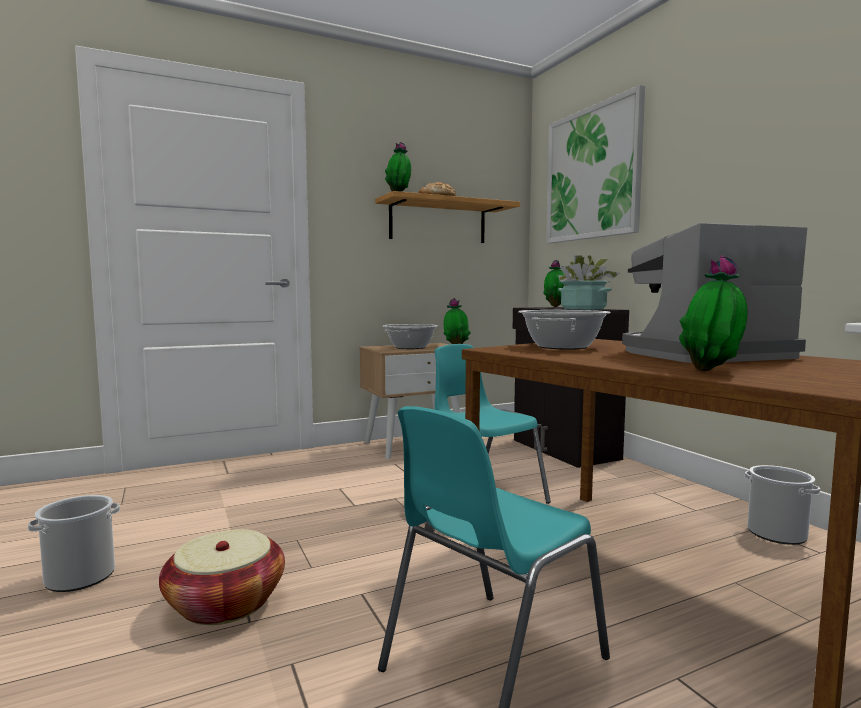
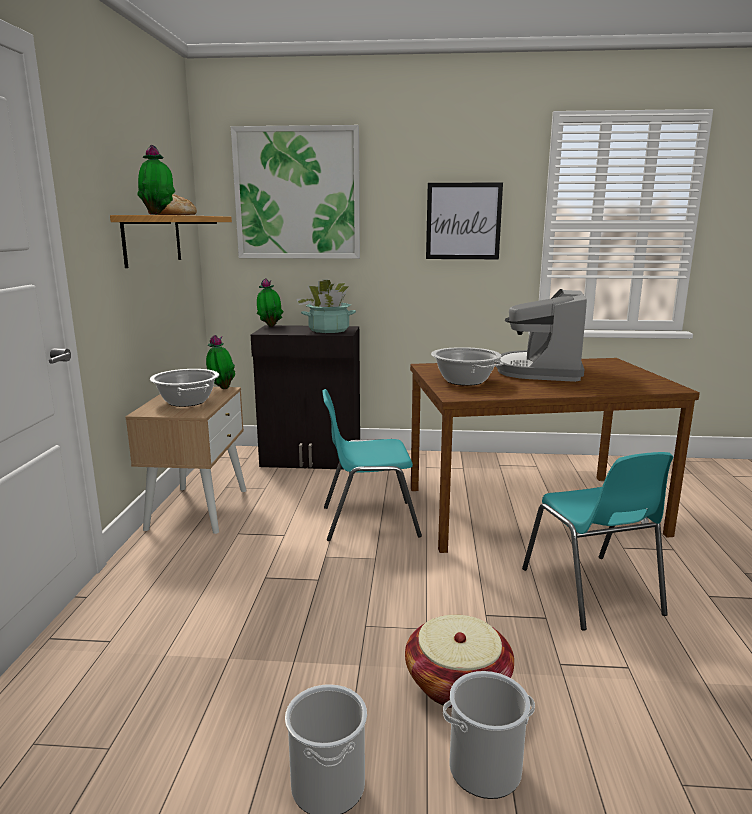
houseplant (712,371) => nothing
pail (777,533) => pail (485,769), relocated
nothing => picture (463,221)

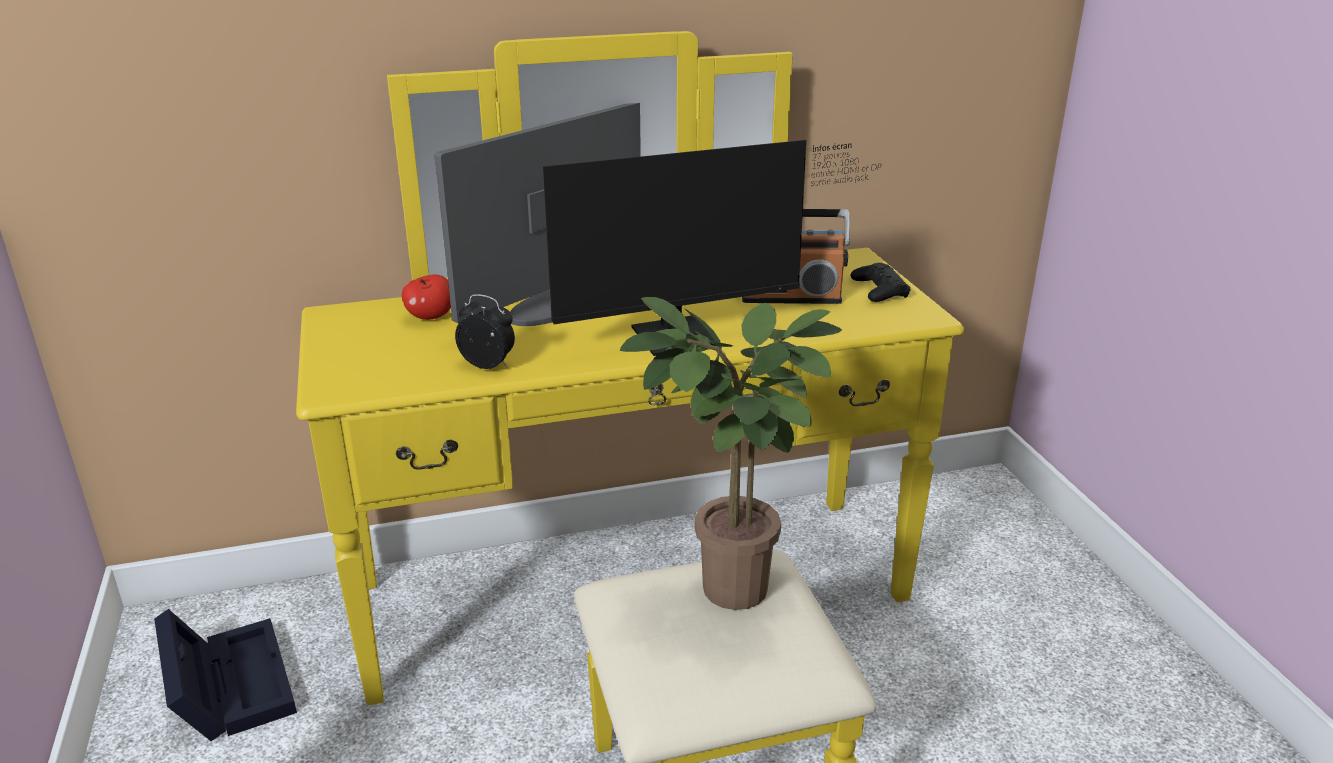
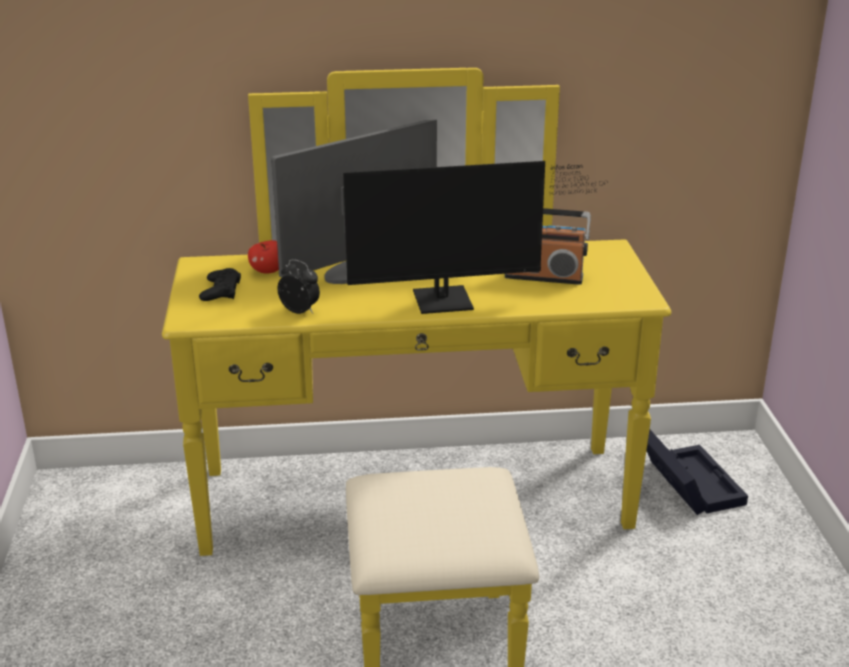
blackish storage box (228,684) => blackish storage box (687,483), relocated
houseplant (731,596) => nothing
blackish gamepad (879,290) => blackish gamepad (221,291), relocated

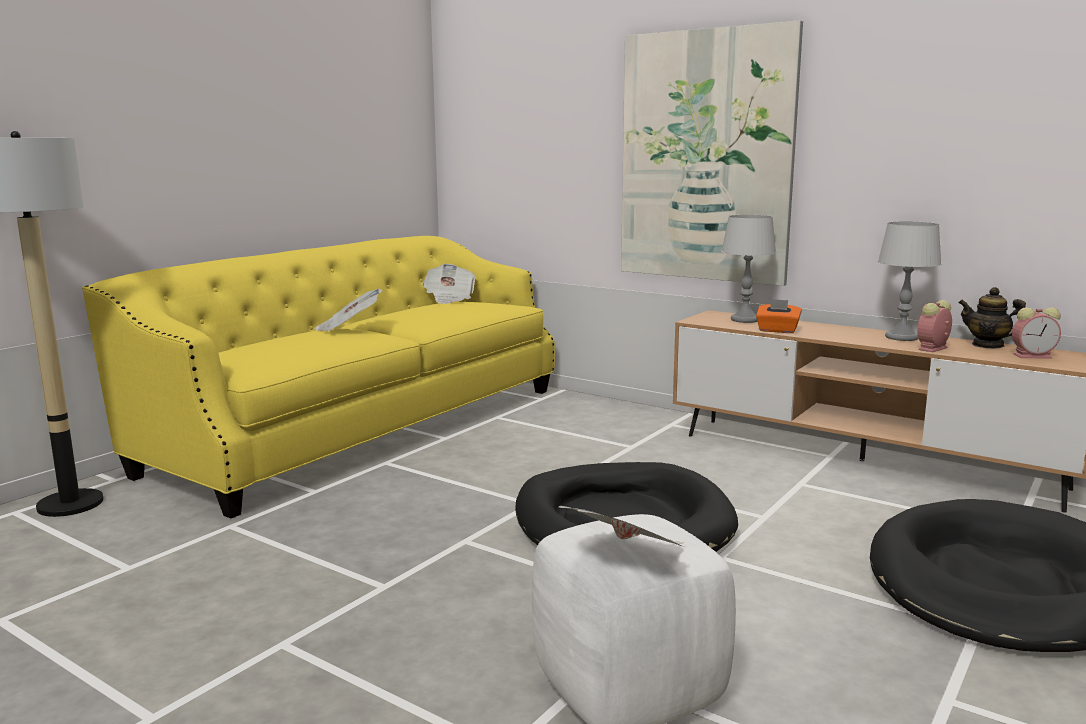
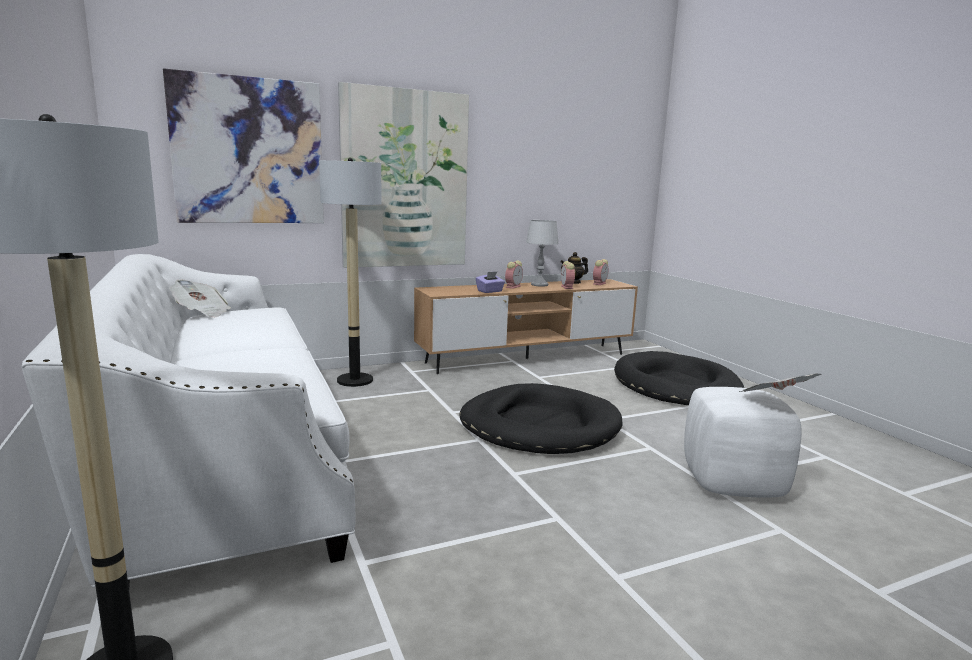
yellowish sofa (363,427) => white-coloured sofa (220,453)
printed paper (349,328) => nothing
grey table lamp (745,320) => nothing
orange-coloured tissue holder (777,330) => purple-coloured tissue holder (490,291)
nothing => picture (249,151)
nothing => floor lamp (355,380)
nothing => table clock (513,286)

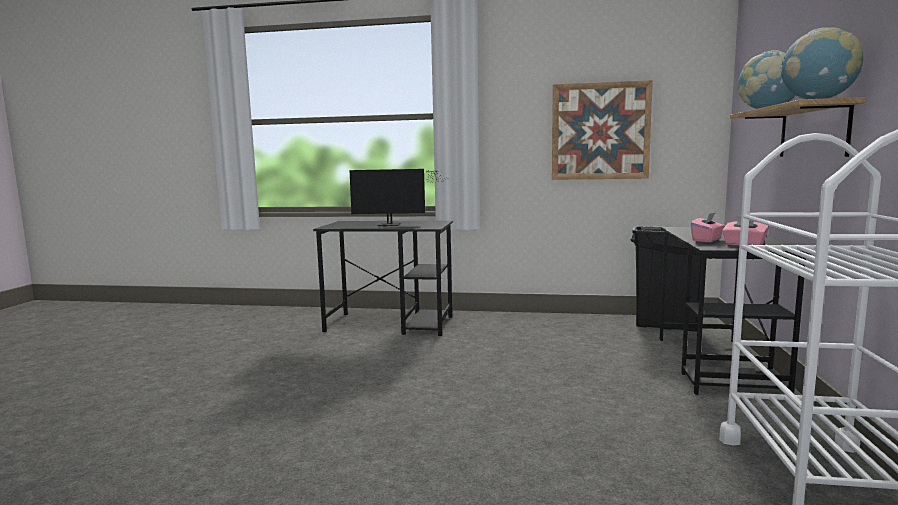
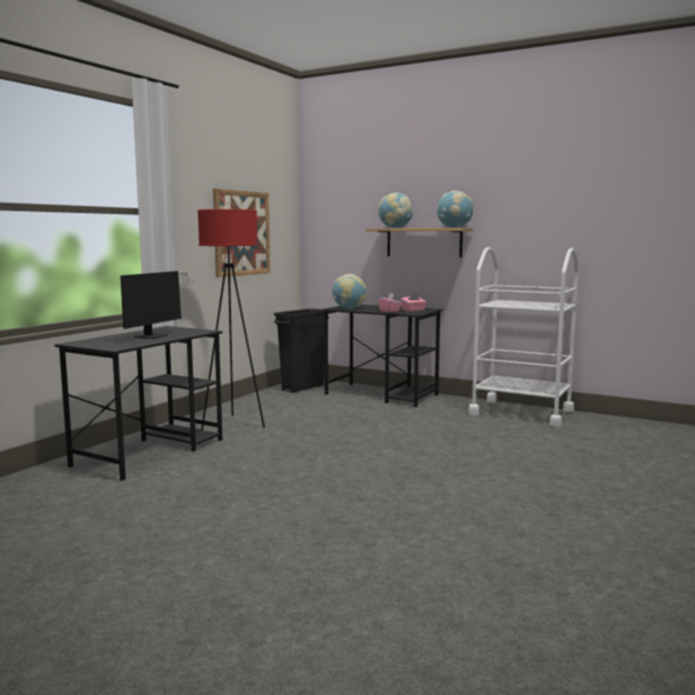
nothing => red-coloured floor lamp (233,424)
nothing => globe (349,308)

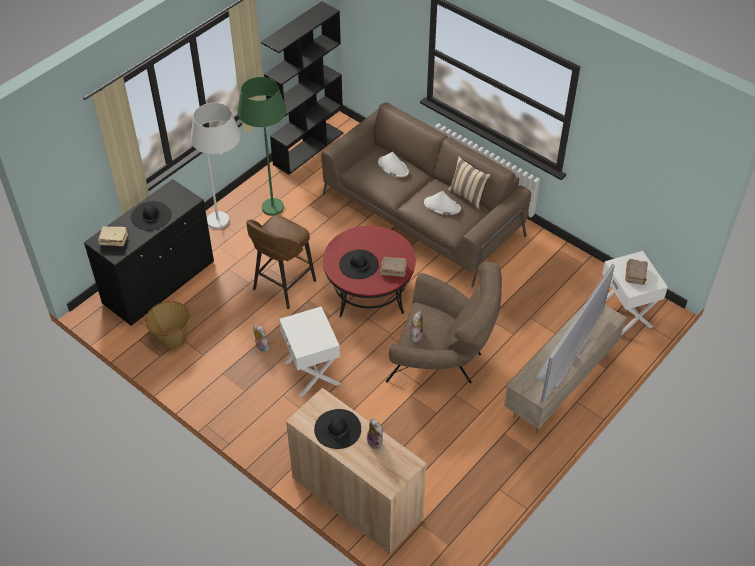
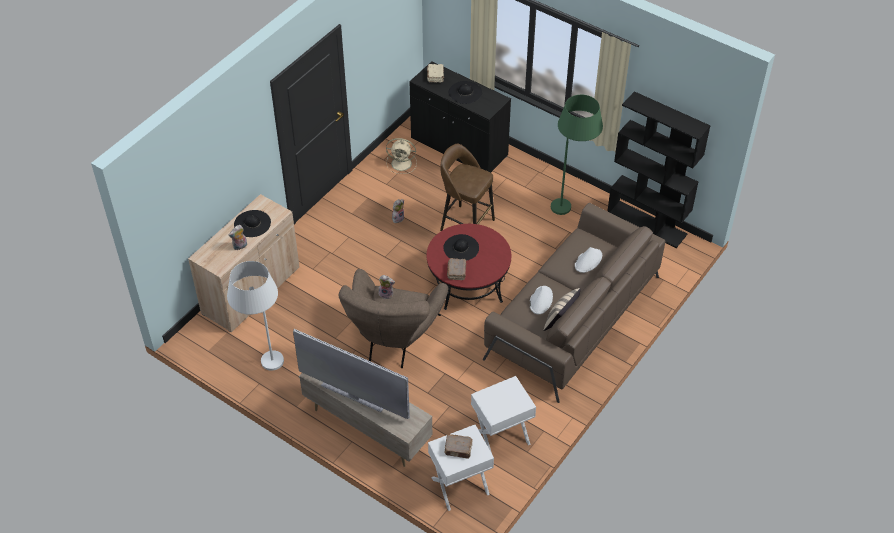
storage basket (172,337) => sand-coloured electric fan (402,163)
white-coloured floor lamp (228,225) => white-coloured floor lamp (266,371), relocated
white-coloured side table (313,373) => white-coloured side table (501,437), relocated

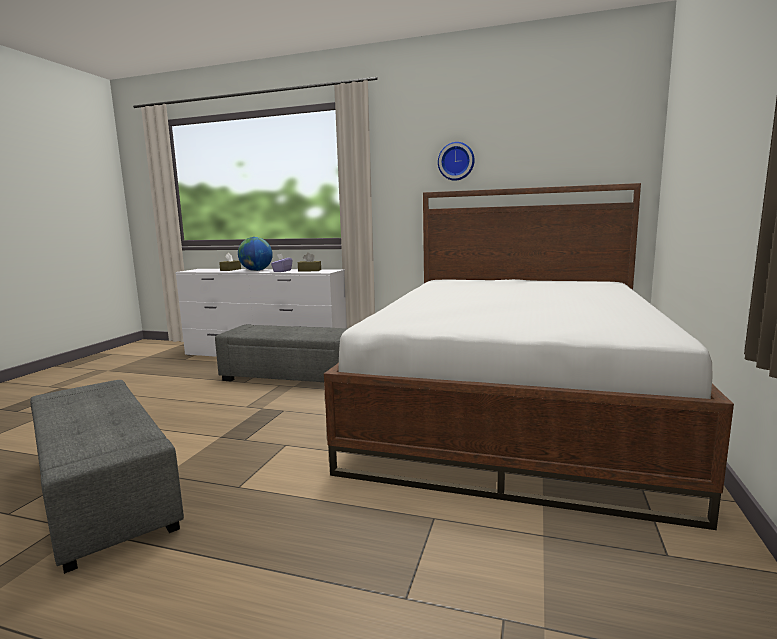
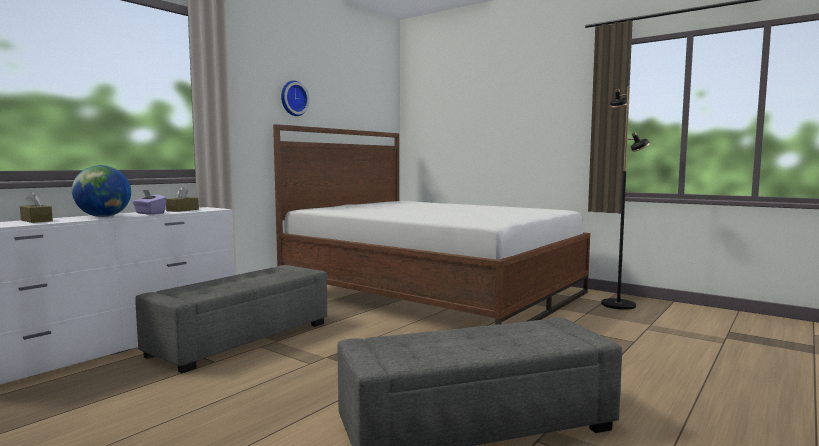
nothing => blackish floor lamp (618,305)

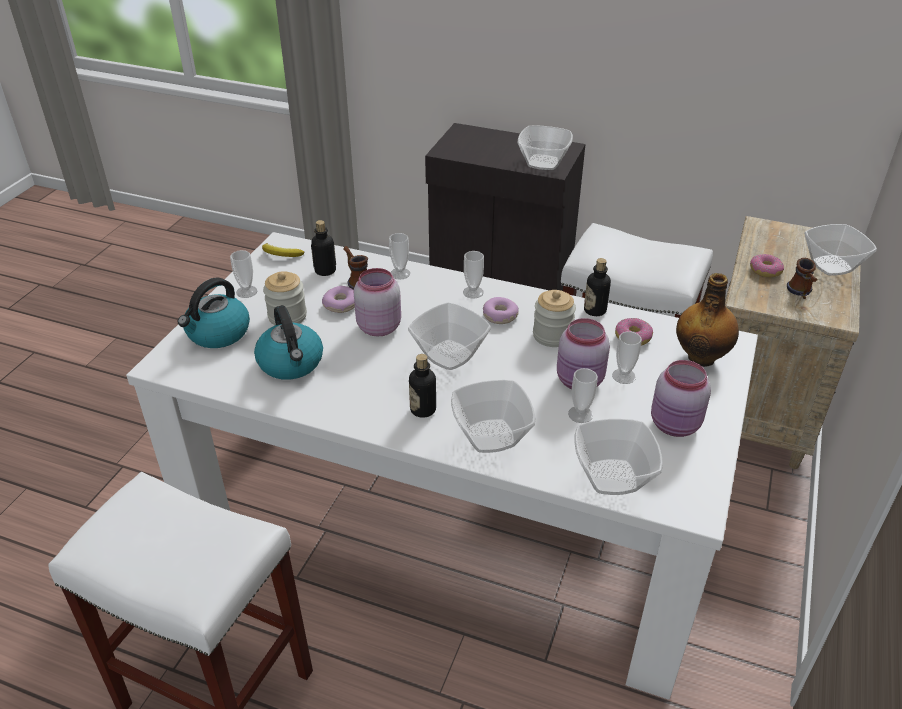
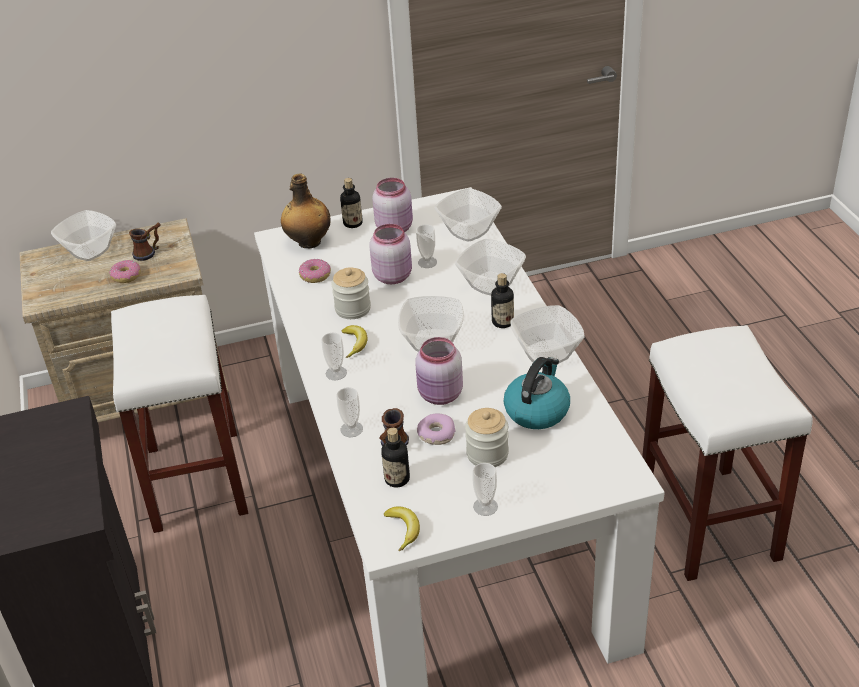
kettle (218,333) => nothing
ring doughnut (500,316) => banana fruit (355,343)
serving bowl (542,162) => serving bowl (546,354), relocated
beverage bottle (595,310) => beverage bottle (353,223), relocated
small cup (623,376) => nothing

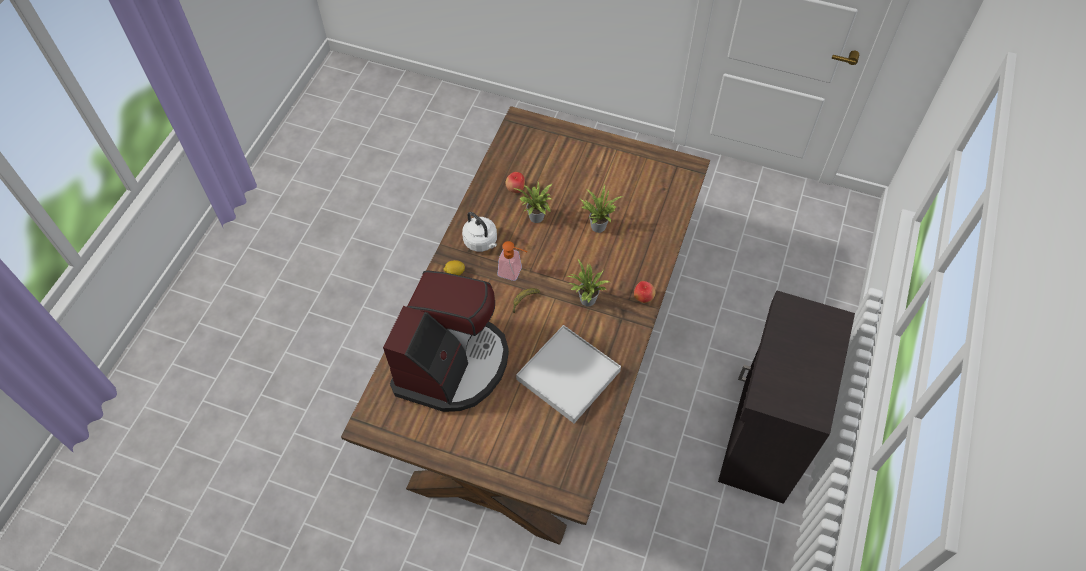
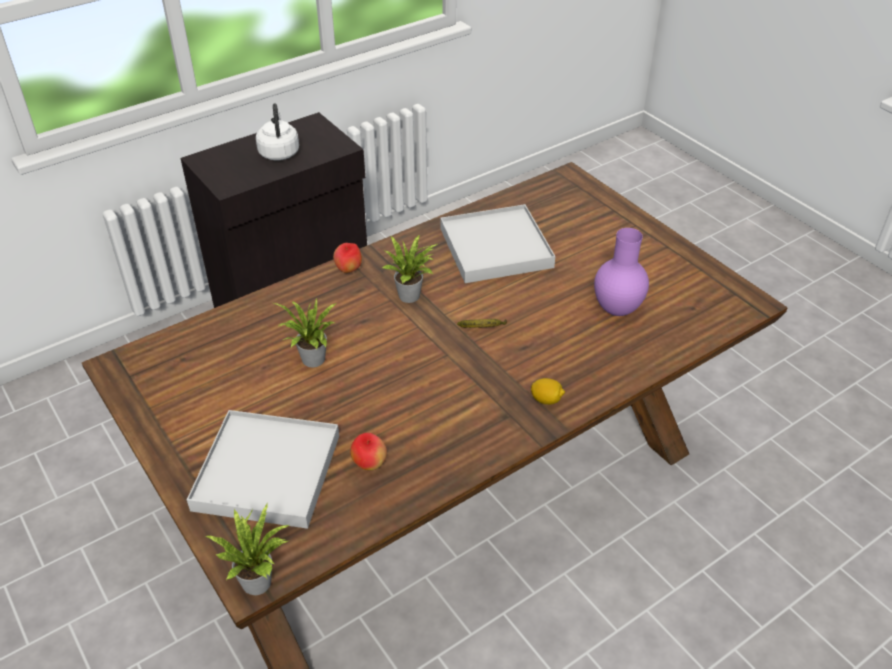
coffee machine (452,364) => purple-coloured decorative vase (617,311)
white-coloured kettle (481,242) => white-coloured kettle (279,152), relocated
liquid soap bottle (514,273) => nothing
houseplant (536,218) => houseplant (259,579), relocated
nothing => white-coloured tray (267,472)

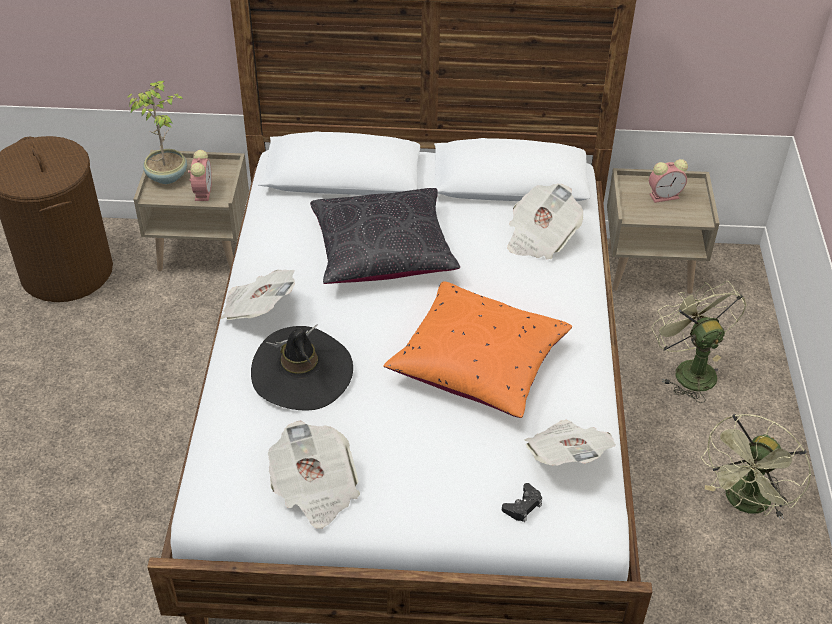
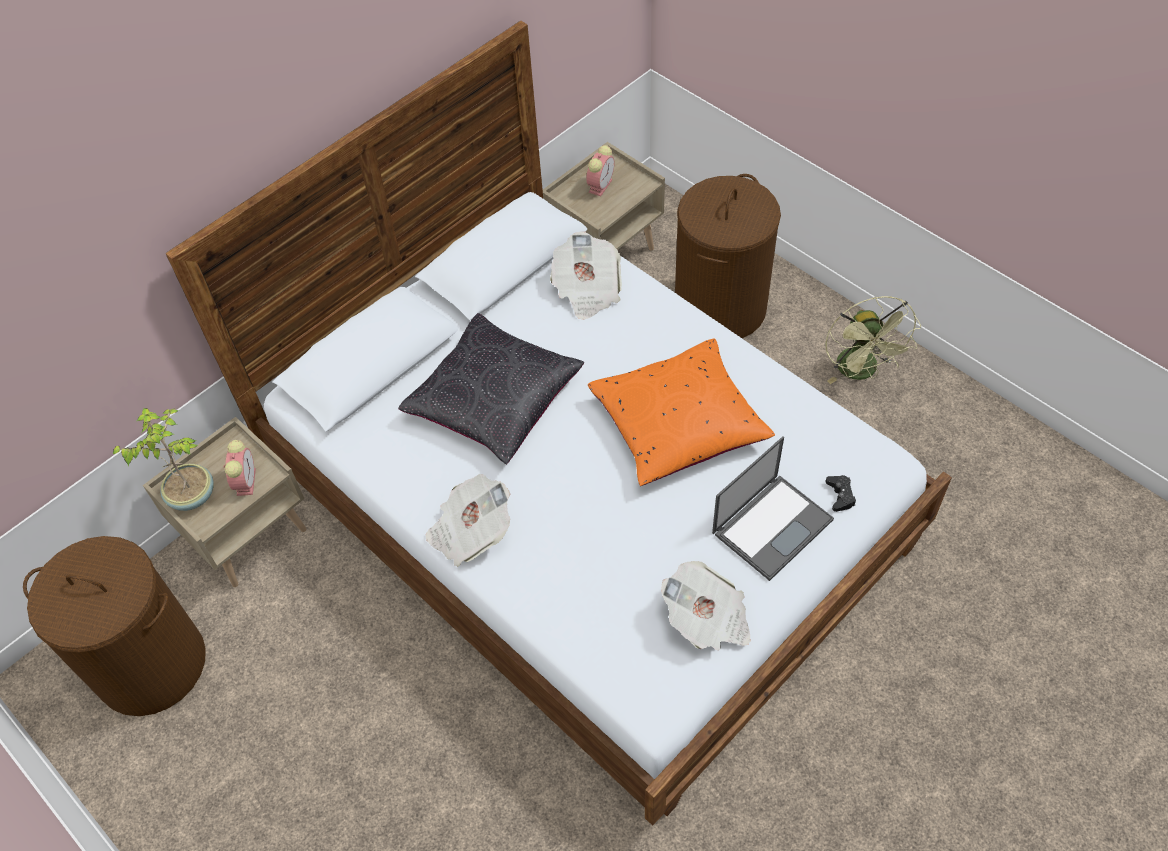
table clock (203,191) => table clock (245,480), 45 degrees clockwise
blackish clothing hat (302,373) => nothing
printed paper (566,457) => nothing
greenish electric fan (689,369) => brown laundry basket (720,308)
nothing => laptop (773,525)

